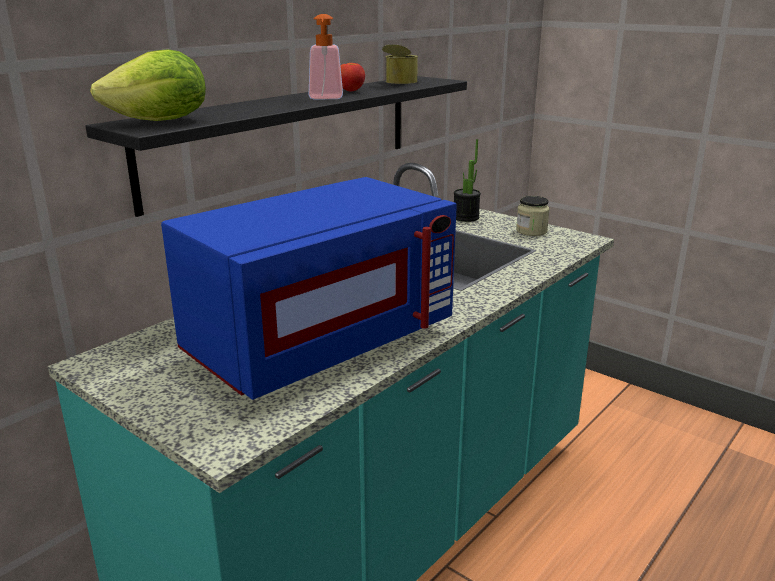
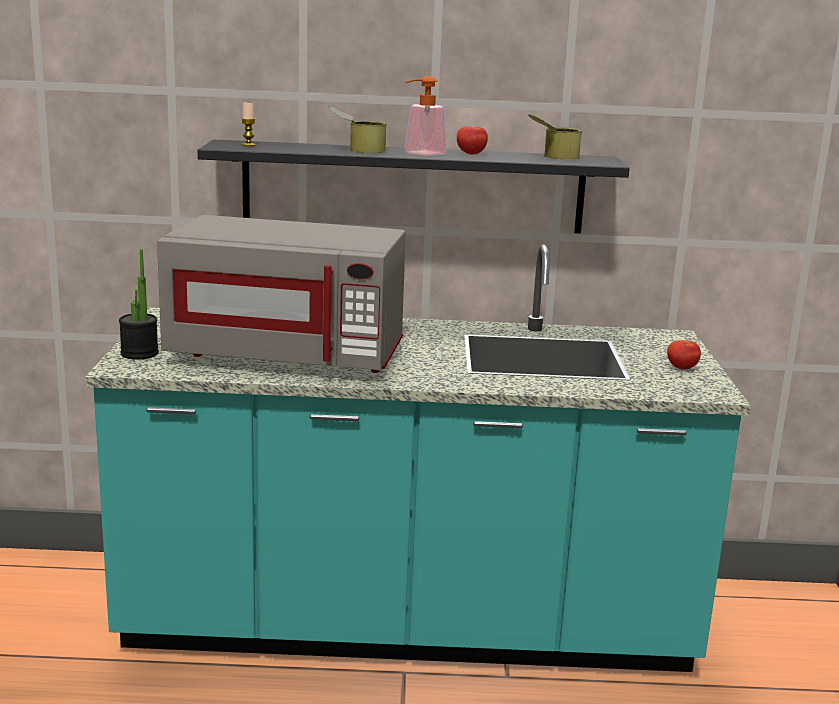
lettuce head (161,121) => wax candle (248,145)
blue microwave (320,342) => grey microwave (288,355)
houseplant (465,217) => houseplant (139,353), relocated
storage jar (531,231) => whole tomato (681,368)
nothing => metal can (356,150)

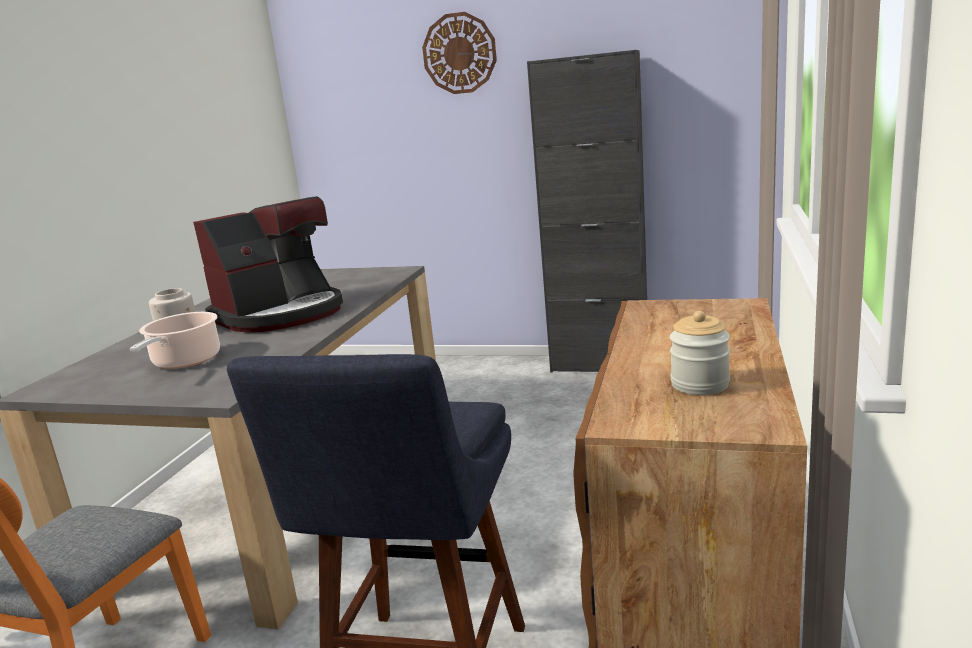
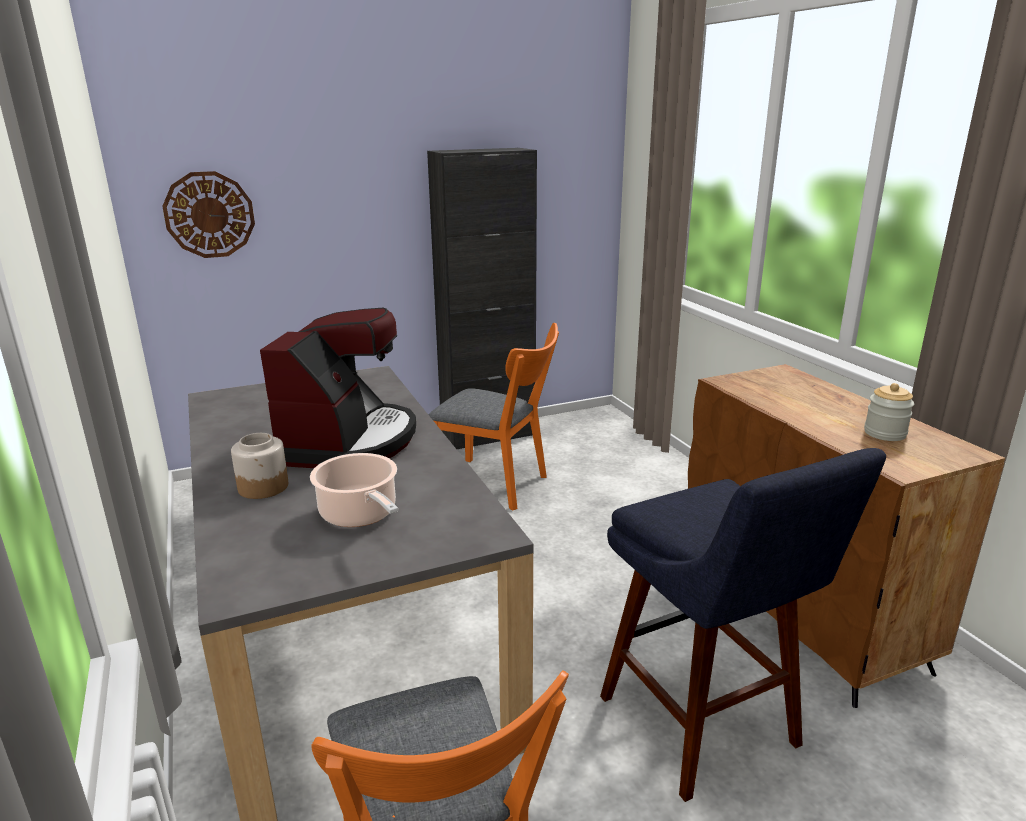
wall clock (459,53) => wall clock (209,215), relocated
nothing => orange-coloured upright chair (498,484)

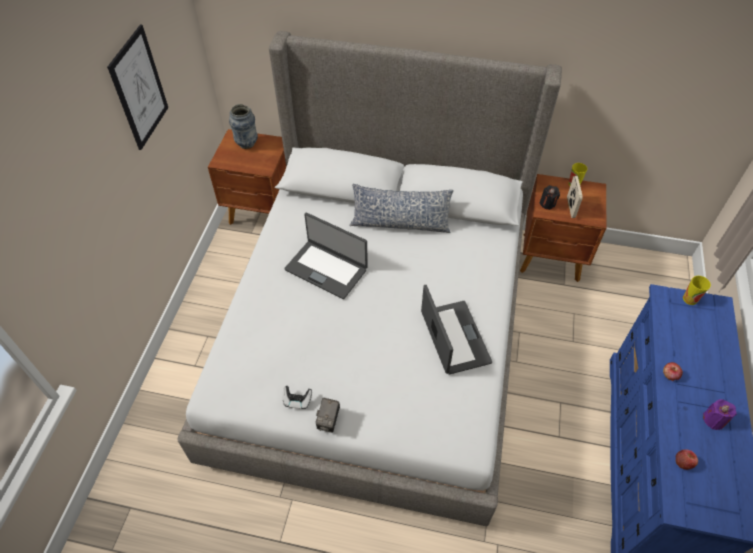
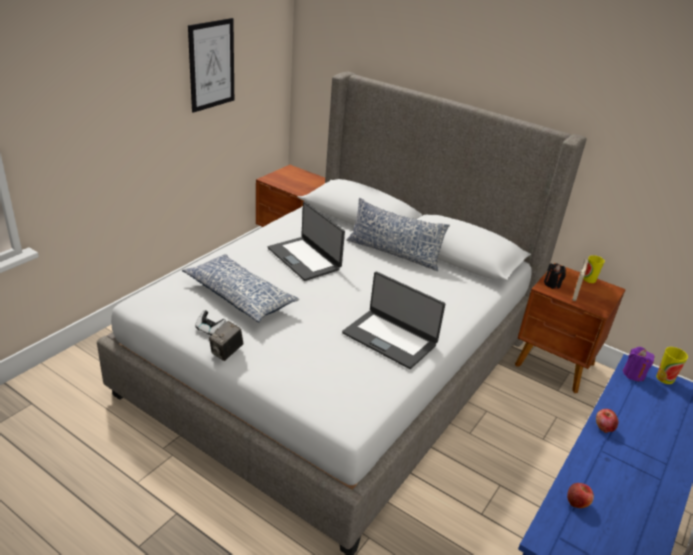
decorative vase (247,144) => nothing
laptop (454,337) => laptop (390,338), 120 degrees clockwise
purple-coloured wax candle (714,420) => purple-coloured wax candle (633,374), relocated
nothing => pillow (240,296)

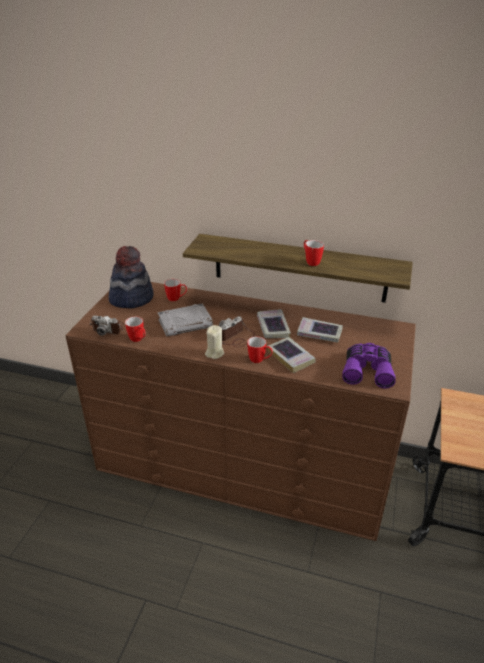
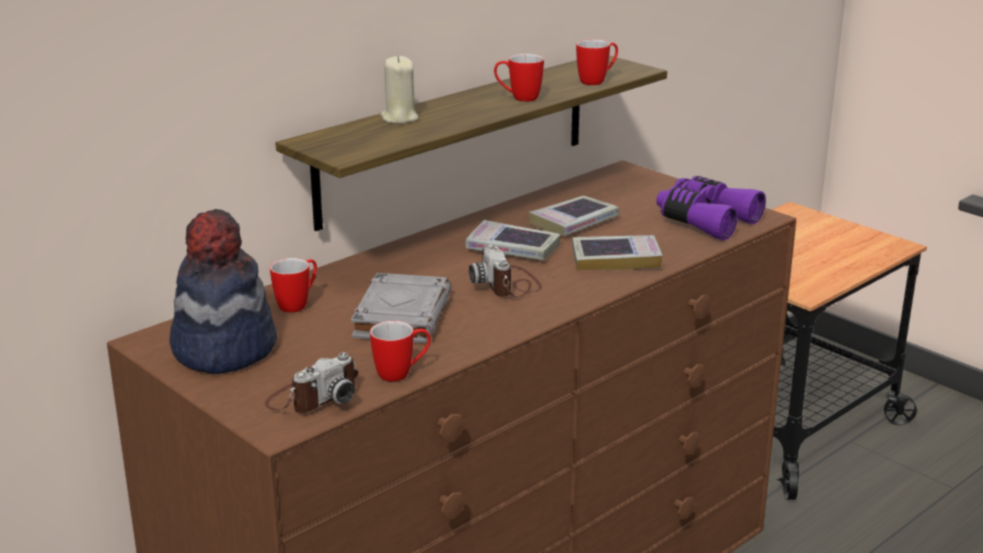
sand-coloured wax candle (214,353) => sand-coloured wax candle (399,118), relocated
tea mug (260,360) => tea mug (597,81), relocated

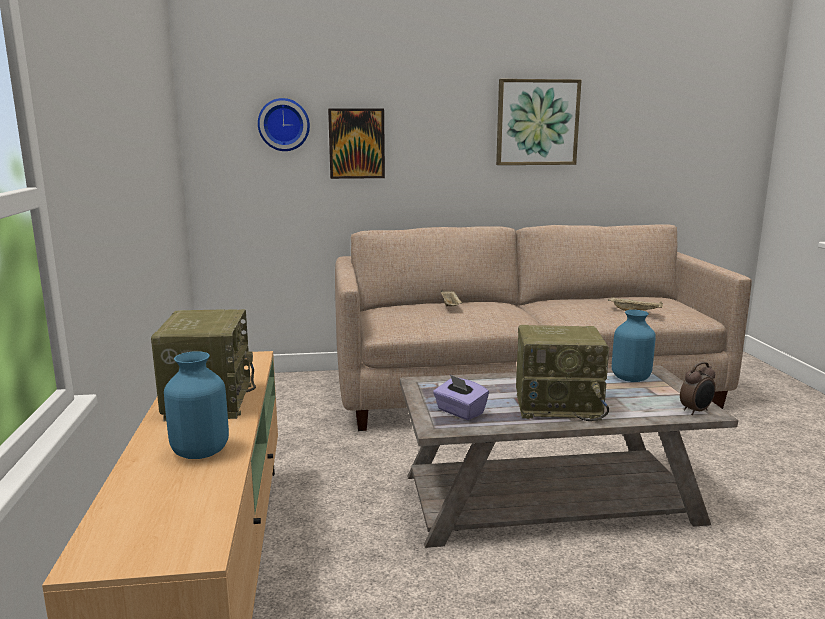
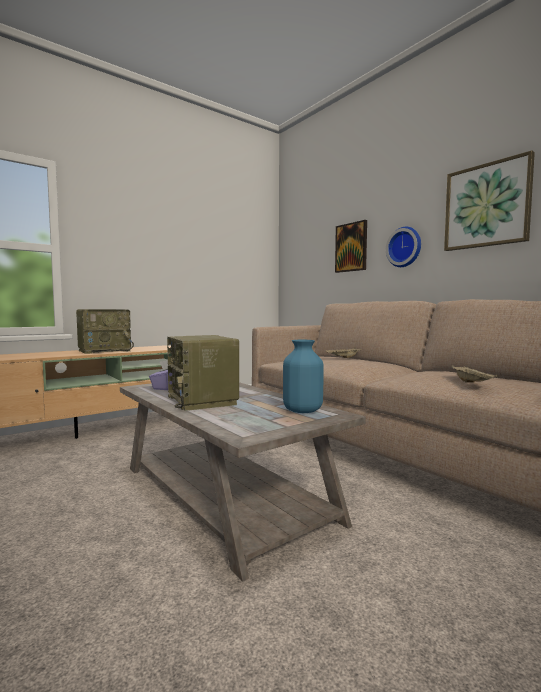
blue decorative vase (201,451) => nothing
wall clock (284,125) => wall clock (405,247), relocated
table clock (696,411) => nothing

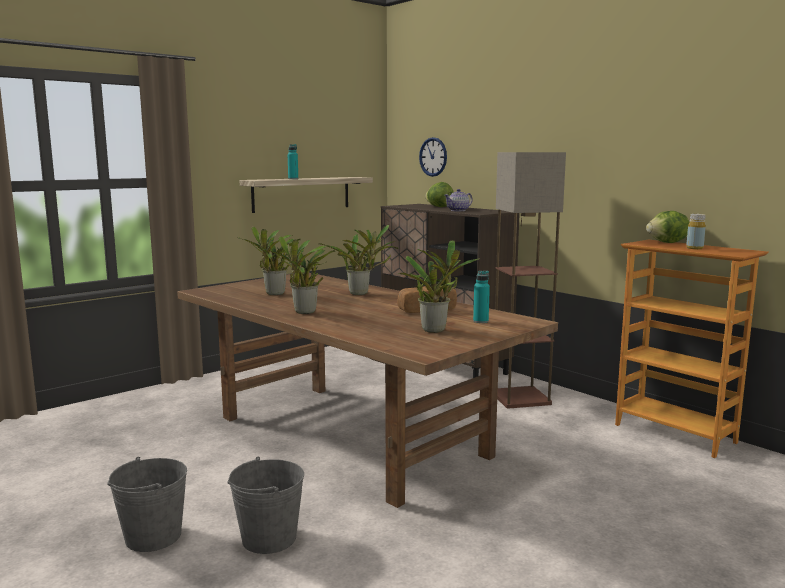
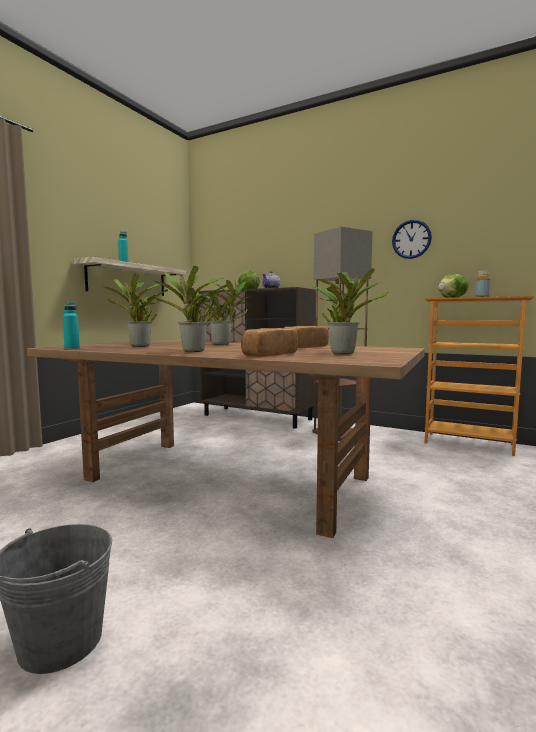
grey pail (269,538) => nothing
wall clock (433,157) => wall clock (411,239), relocated
turquoise beverage bottle (480,321) => turquoise beverage bottle (72,348), relocated
nothing => bakery bread (269,355)

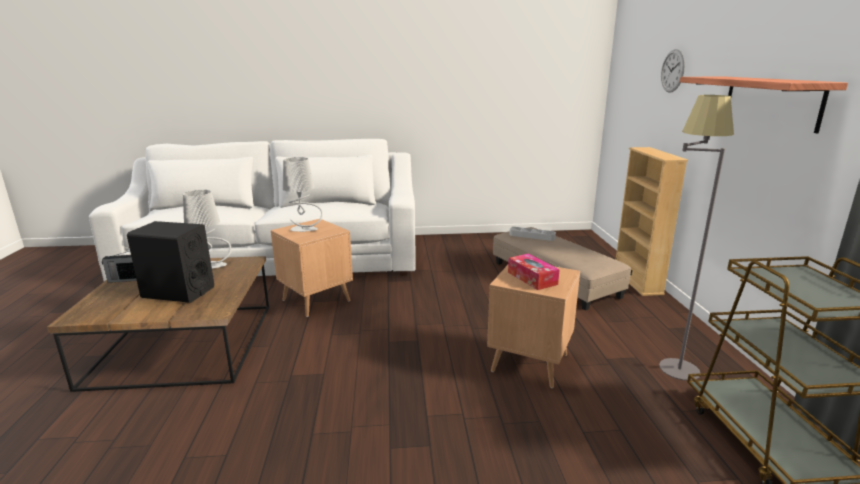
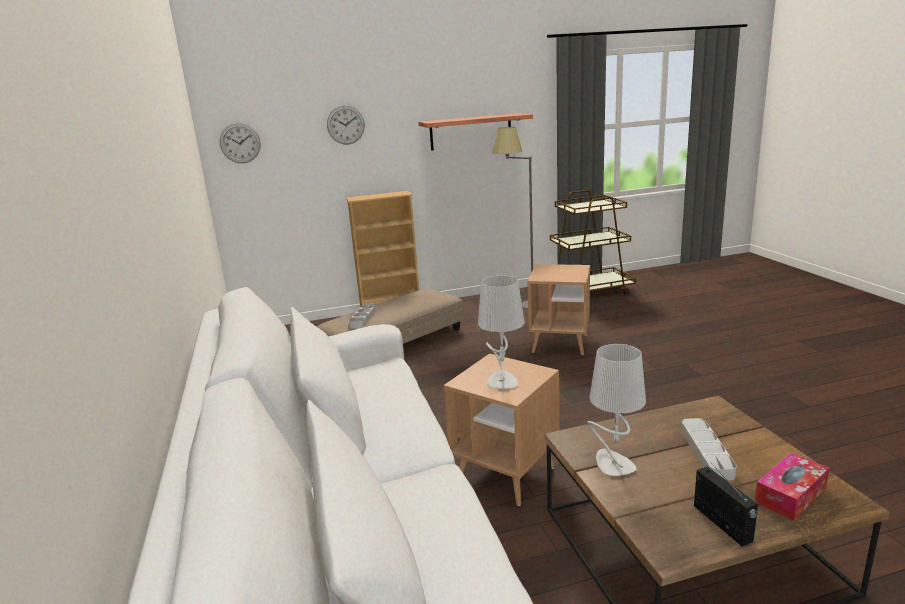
blackish loudspeaker (178,292) => grey tray (706,452)
tissue holder (532,278) => tissue holder (790,495), relocated
nothing => wall clock (240,143)

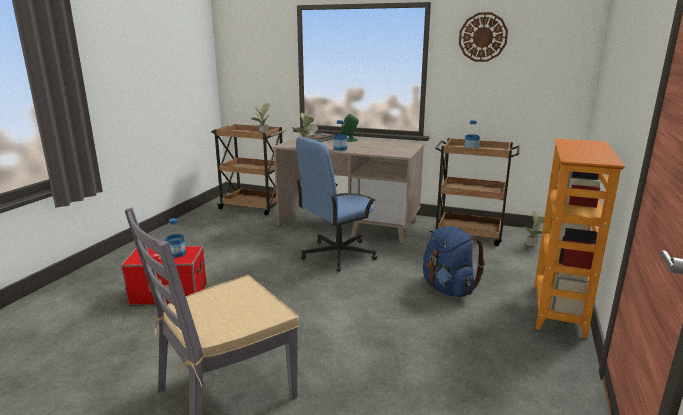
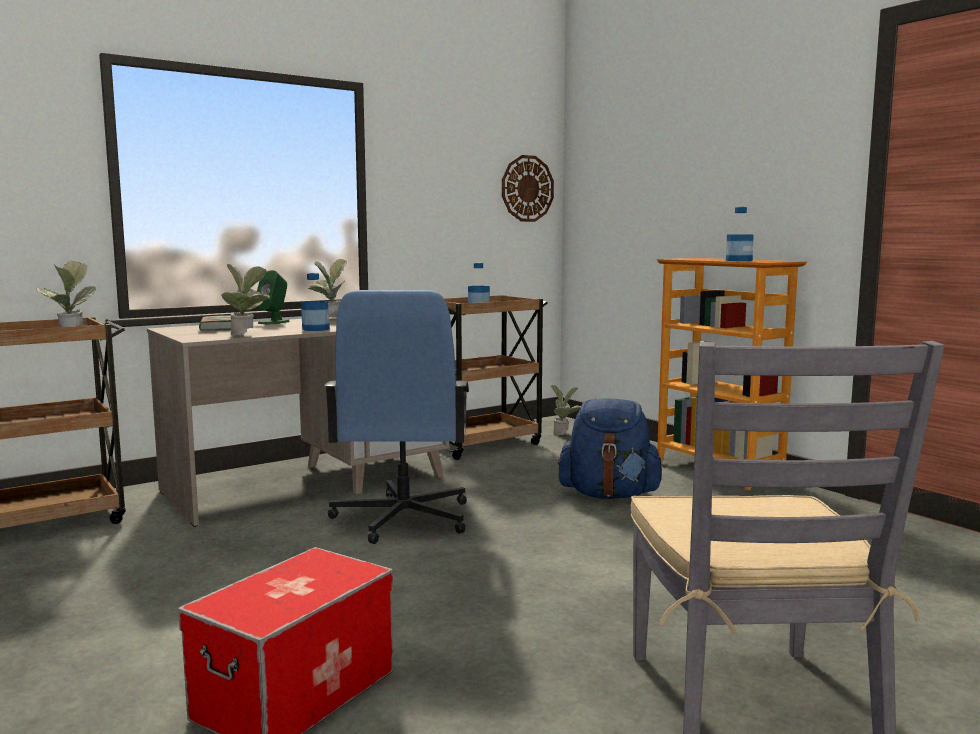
beverage bottle (176,254) => beverage bottle (739,260), relocated
wall clock (483,37) => wall clock (527,188), relocated
nothing => houseplant (329,319)

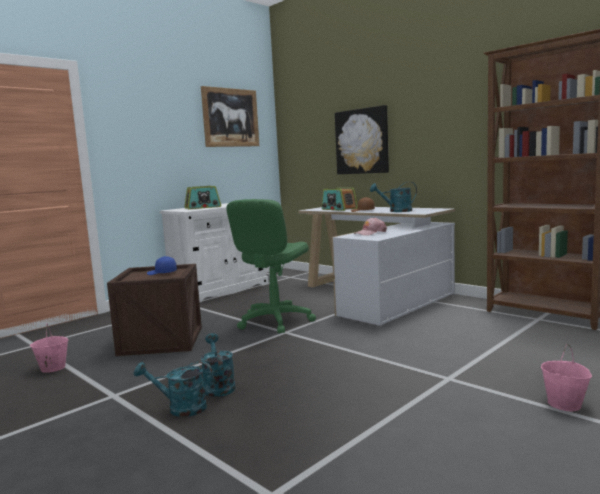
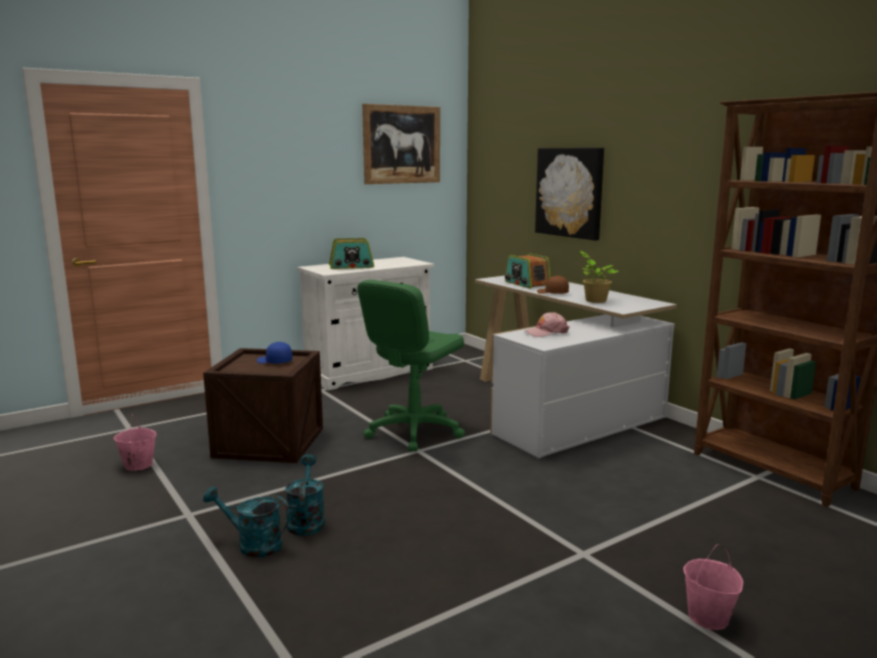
turquoise watering can (396,211) => houseplant (594,300)

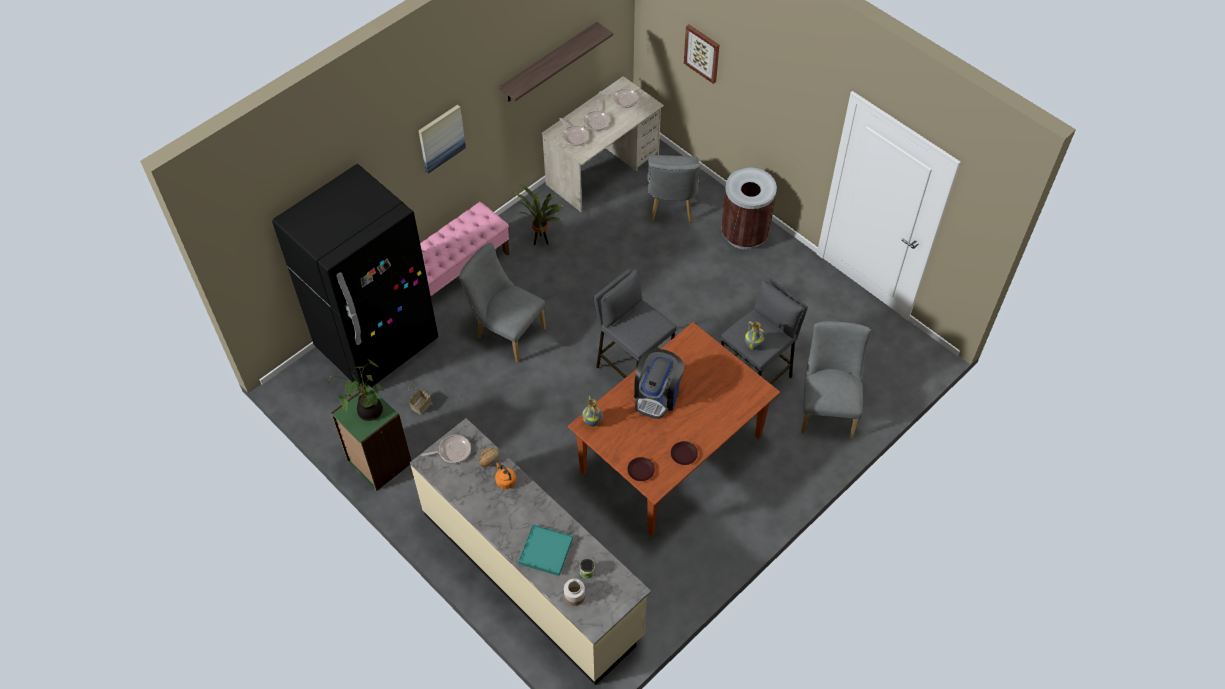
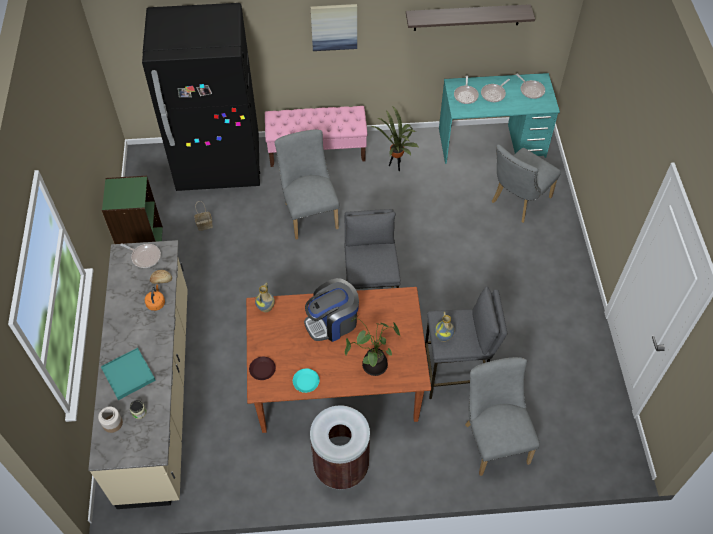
houseplant (367,411) => houseplant (372,364), relocated
sand-coloured desk (603,169) => turquoise desk (492,143)
brown plate (684,454) => turquoise plate (306,382)
picture (702,53) => nothing
brown trash can (745,234) => brown trash can (341,466), relocated
grey upright chair (827,408) => grey upright chair (494,439), 60 degrees counterclockwise

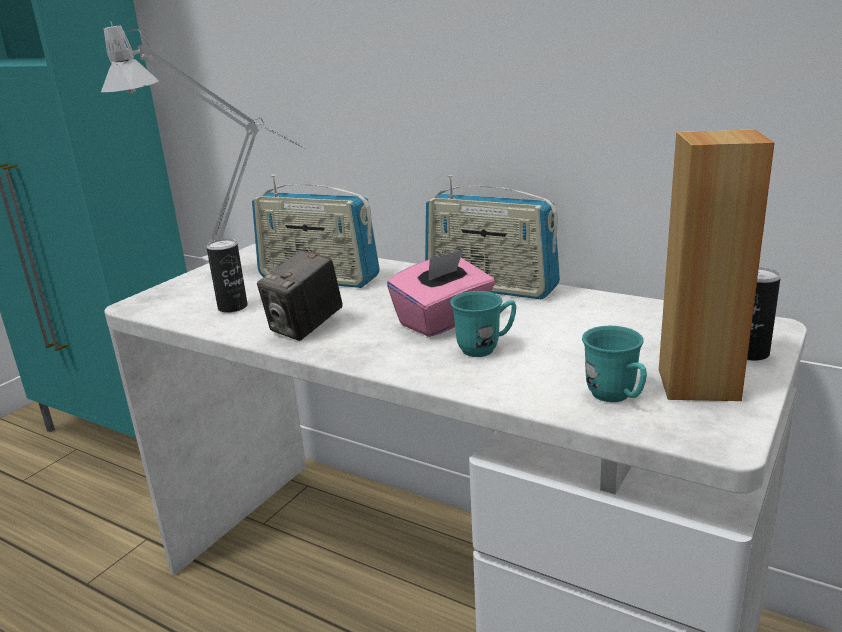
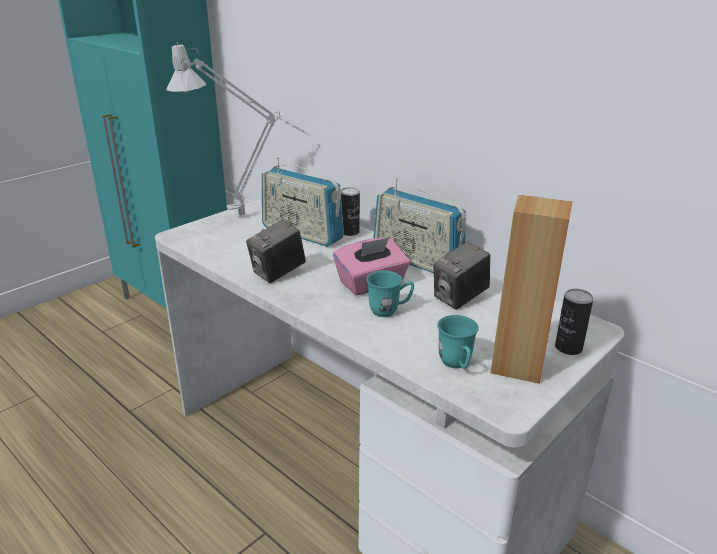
metal can (233,307) => metal can (349,232), relocated
nothing => still camera (460,298)

